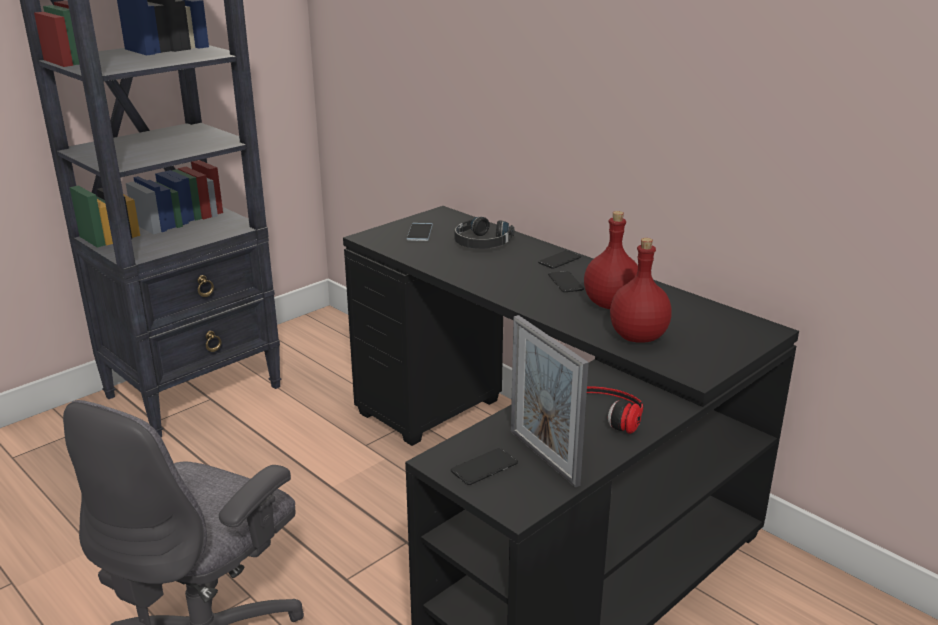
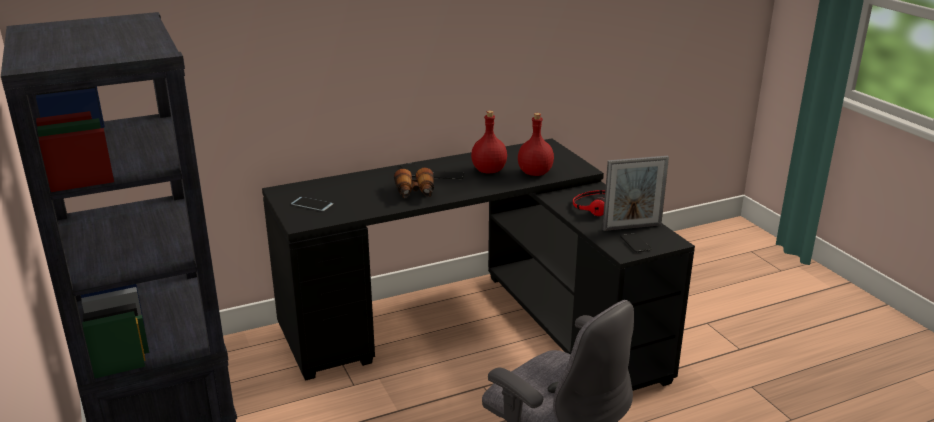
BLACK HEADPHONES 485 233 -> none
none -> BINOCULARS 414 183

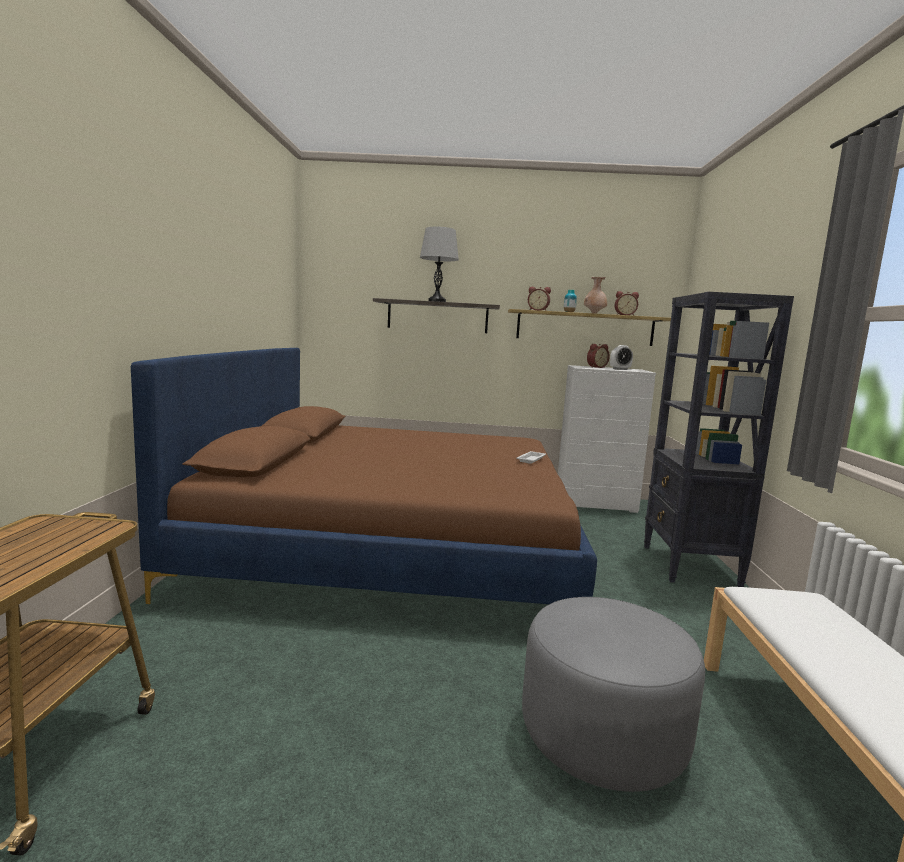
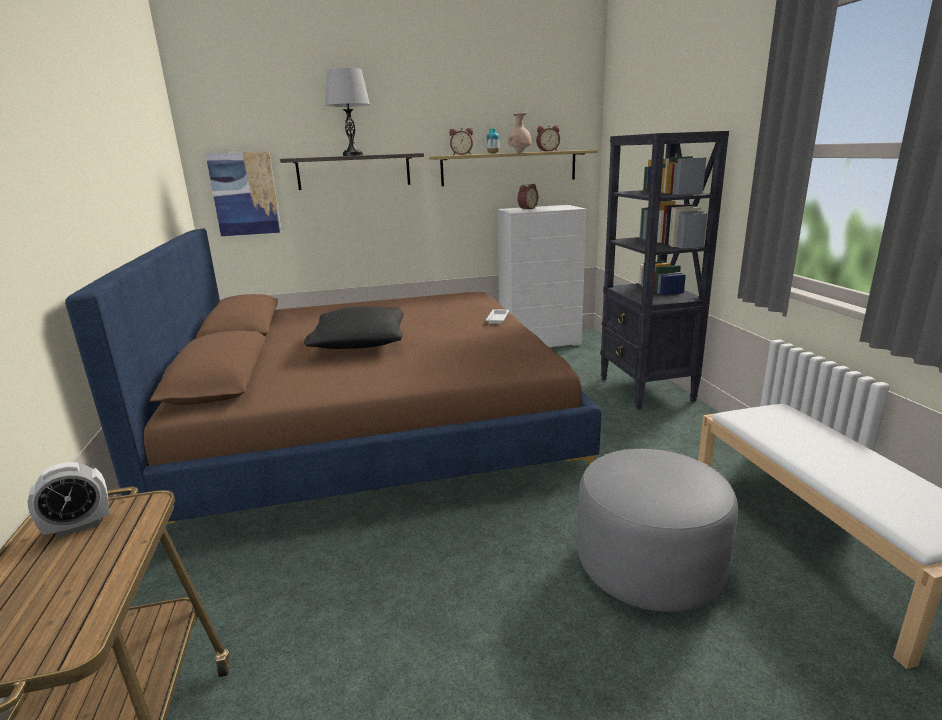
ALARM CLOCK 621 357 -> ALARM CLOCK 68 500, shifted
none -> PICTURE 243 193
none -> BLACK PILLOW 354 327

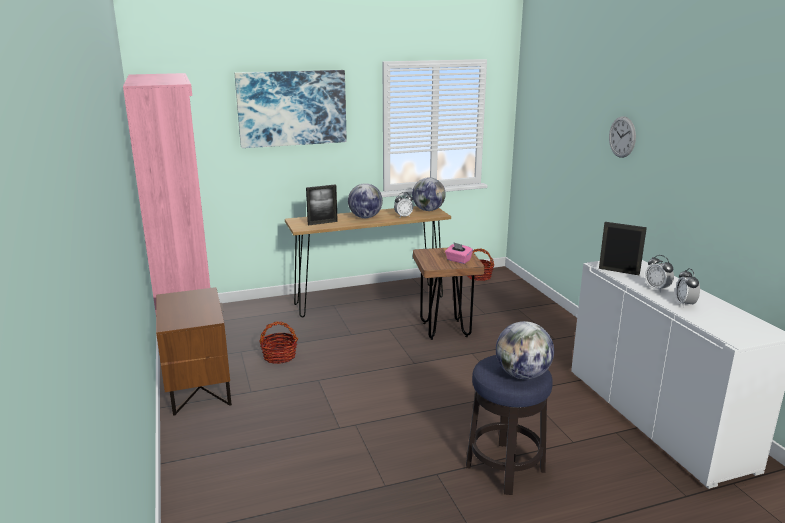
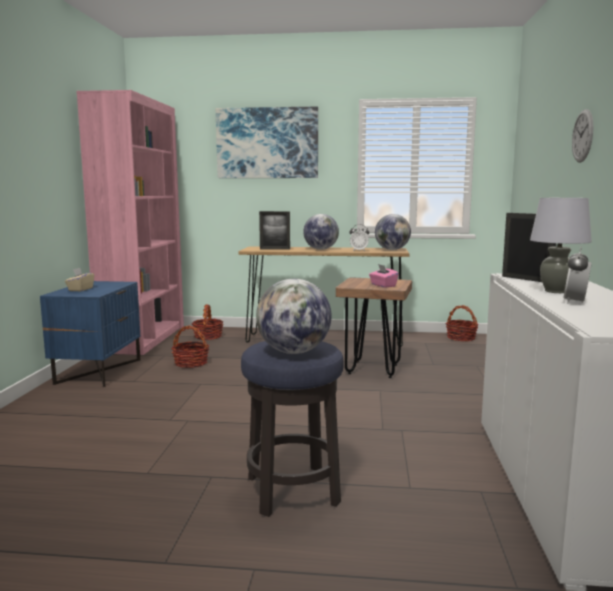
ALARM CLOCK 659 273 -> GREY TABLE LAMP 561 245
BROWN NIGHTSTAND 194 351 -> BLUE NIGHTSTAND 90 334
none -> BEIGE TISSUE BOX 79 279
none -> BASKET 208 322

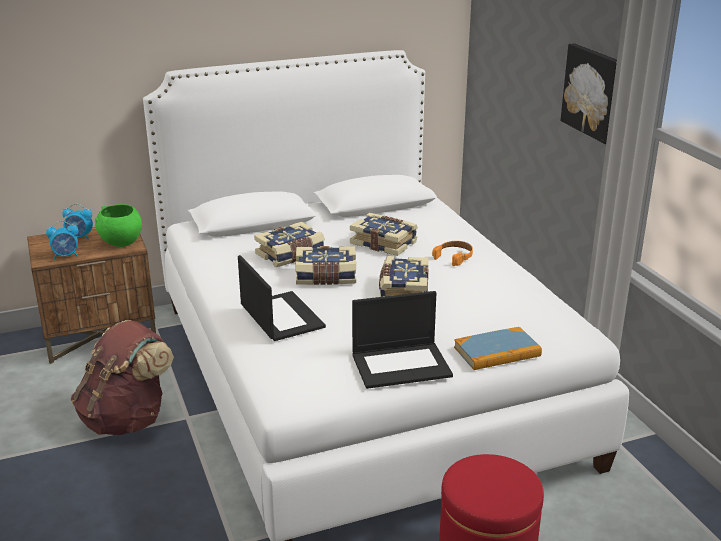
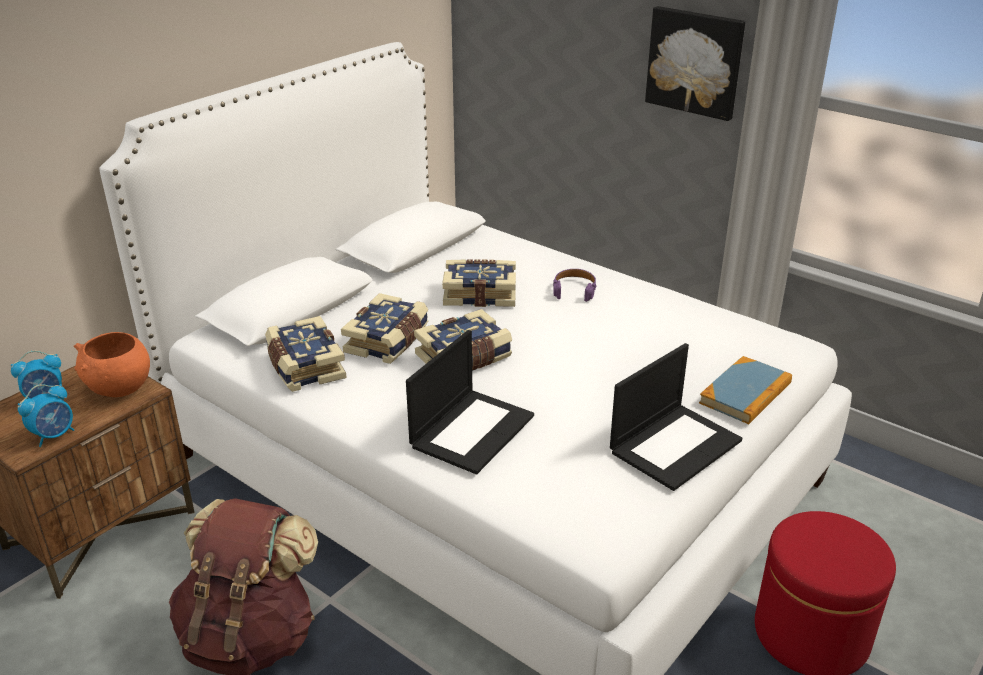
GREEN BOWL 118 225 -> ORANGE BOWL 112 364
ORANGE HEADPHONES 452 253 -> PURPLE HEADPHONES 575 285
LAPTOP 282 298 -> LAPTOP 470 402, 90 degrees clockwise
BOOK 404 276 -> BOOK 306 354, shifted

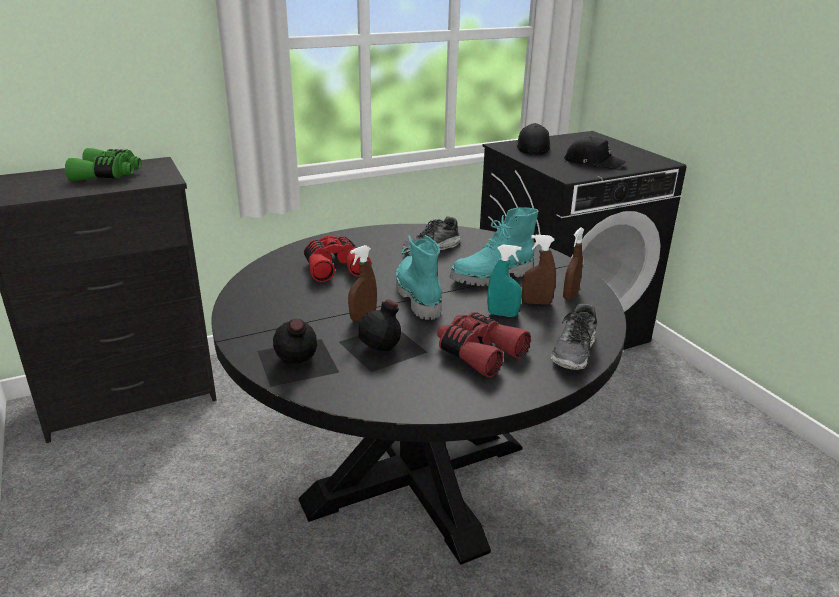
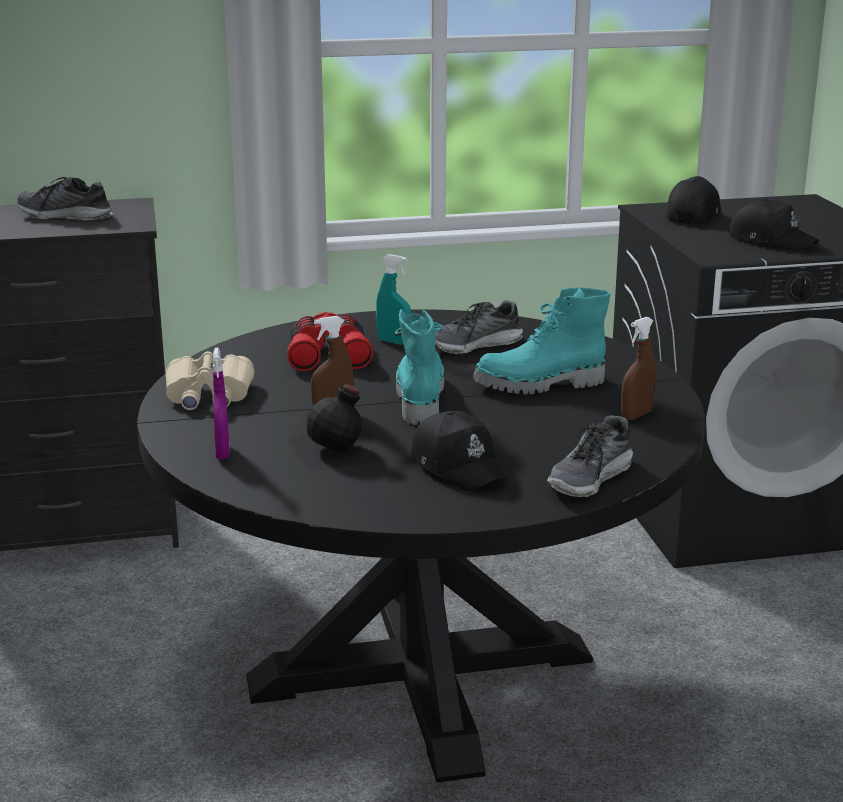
GREEN BINOCULARS 103 164 -> SHOE 64 199
BROWN SPRAY BOTTLE 539 270 -> none
TURQUOISE SPRAY BOTTLE 504 280 -> TURQUOISE SPRAY BOTTLE 394 299, shifted
RED BINOCULARS 484 345 -> BLACK CAP 459 451
BLACK BOTTLE 298 353 -> PURPLE SPRAY BOTTLE 221 403
none -> BEIGE BINOCULARS 210 380

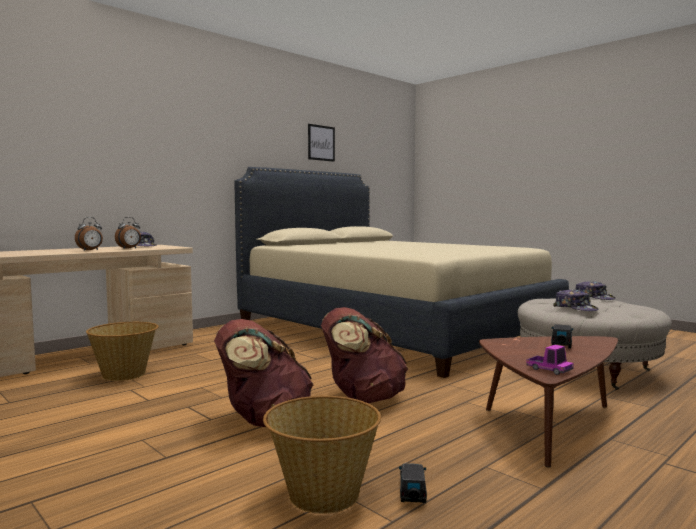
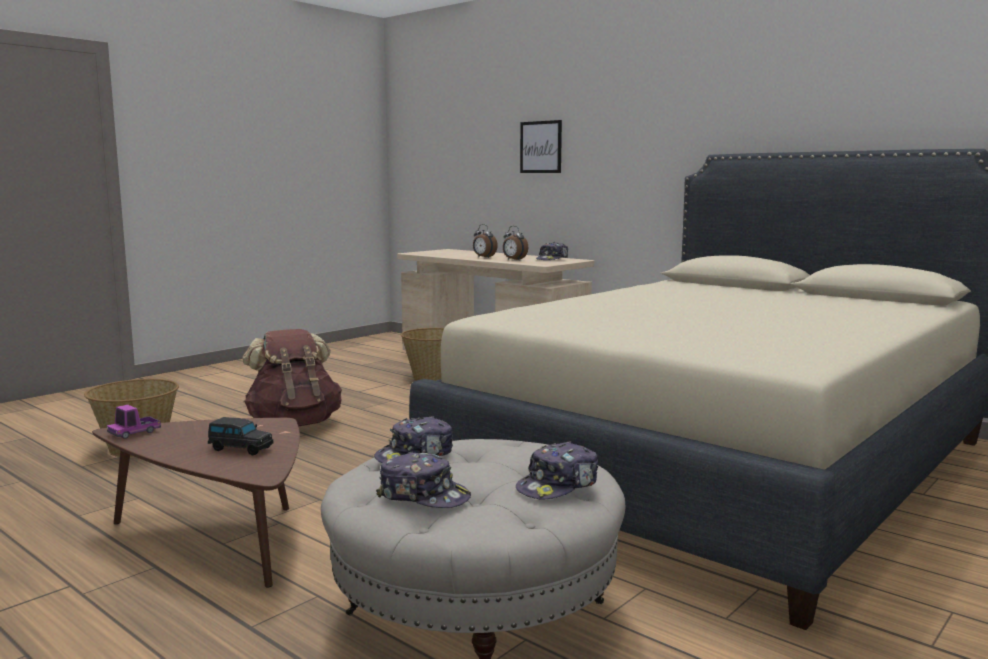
PICTURE 321 143 -> PICTURE 541 146, shifted
BROWN BACKPACK 364 355 -> none
BLACK TOY CAR 413 483 -> none
none -> CAP 423 480

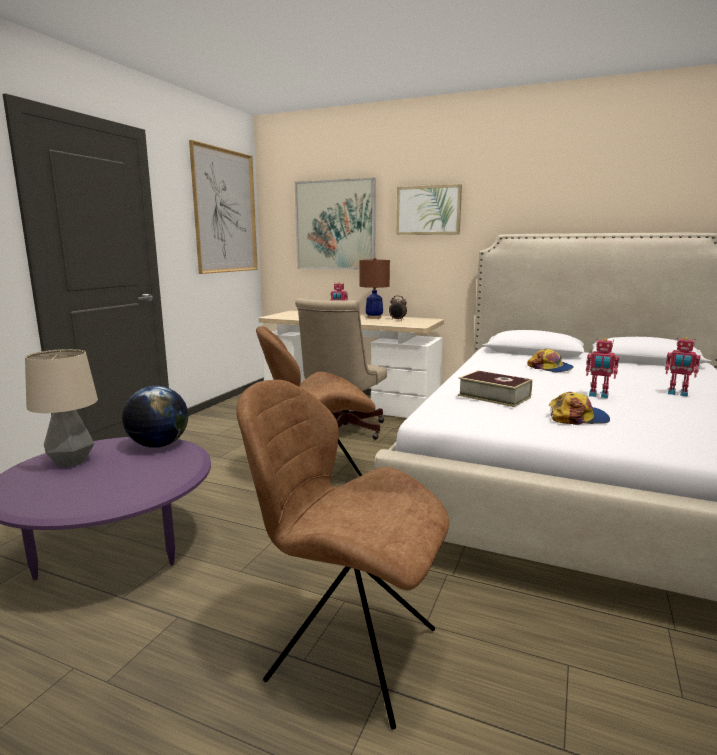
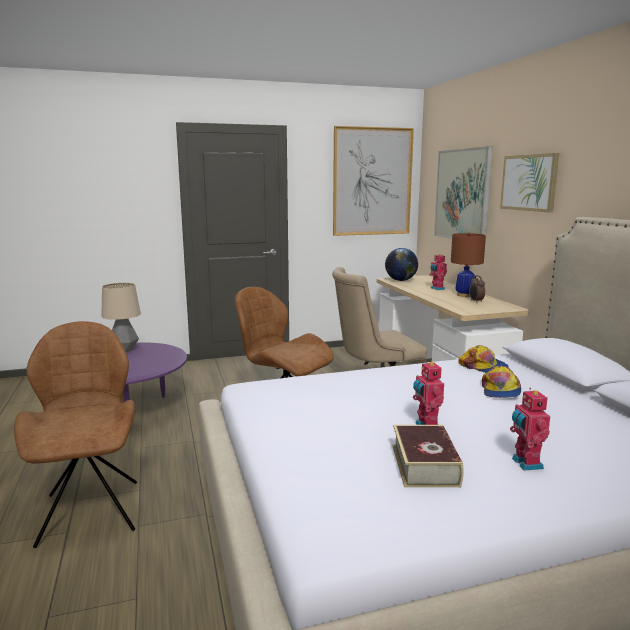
BOOK 495 388 -> BOOK 428 456, shifted
GLOBE 155 417 -> GLOBE 401 264, shifted
CAP 579 408 -> CAP 483 359, shifted

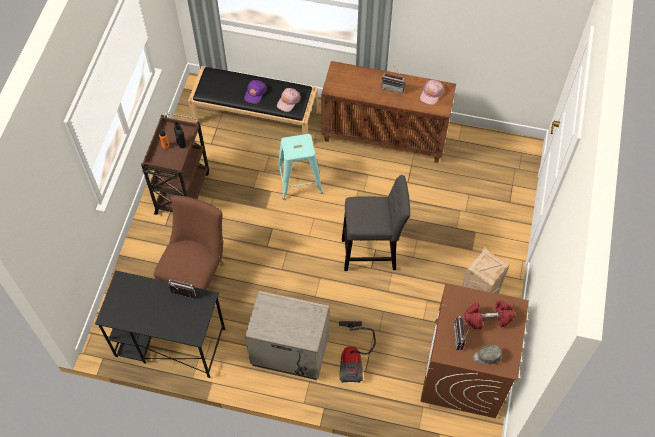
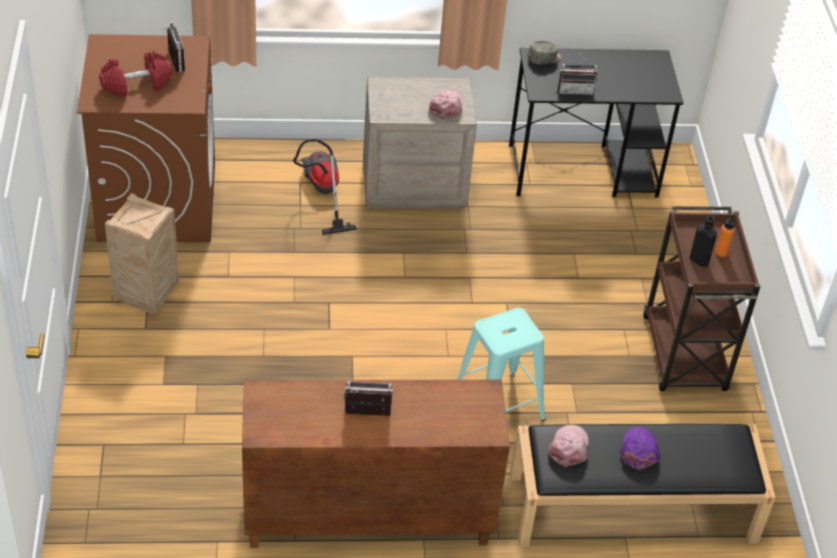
PINK CAP 432 92 -> PINK CAP 446 105, shifted
GREY STOOL 376 223 -> none
BROWN CHAIR 189 243 -> none
GREY CAP 487 354 -> GREY CAP 545 53, shifted

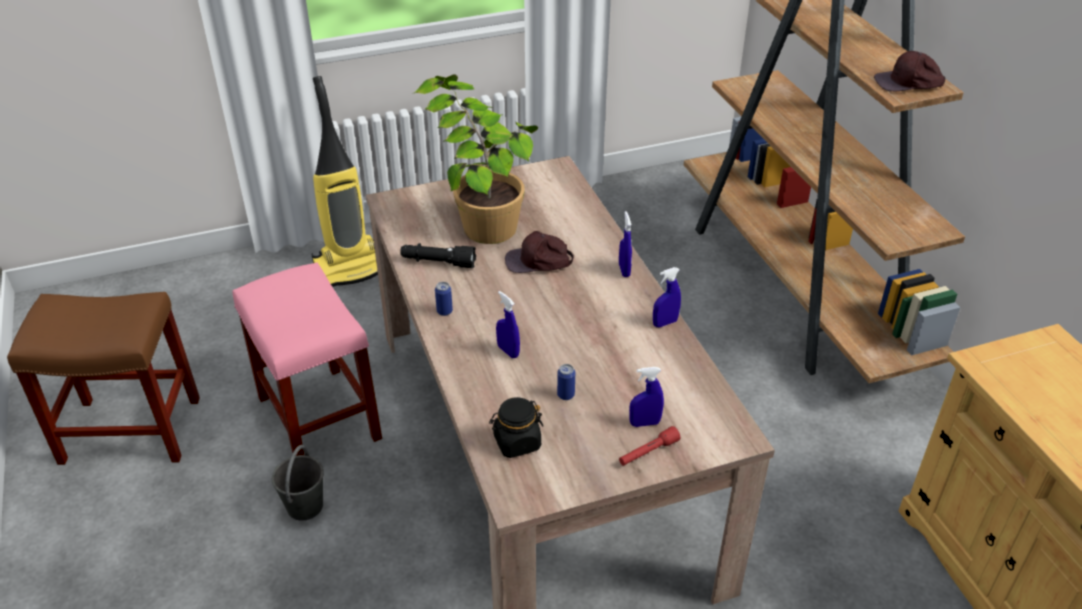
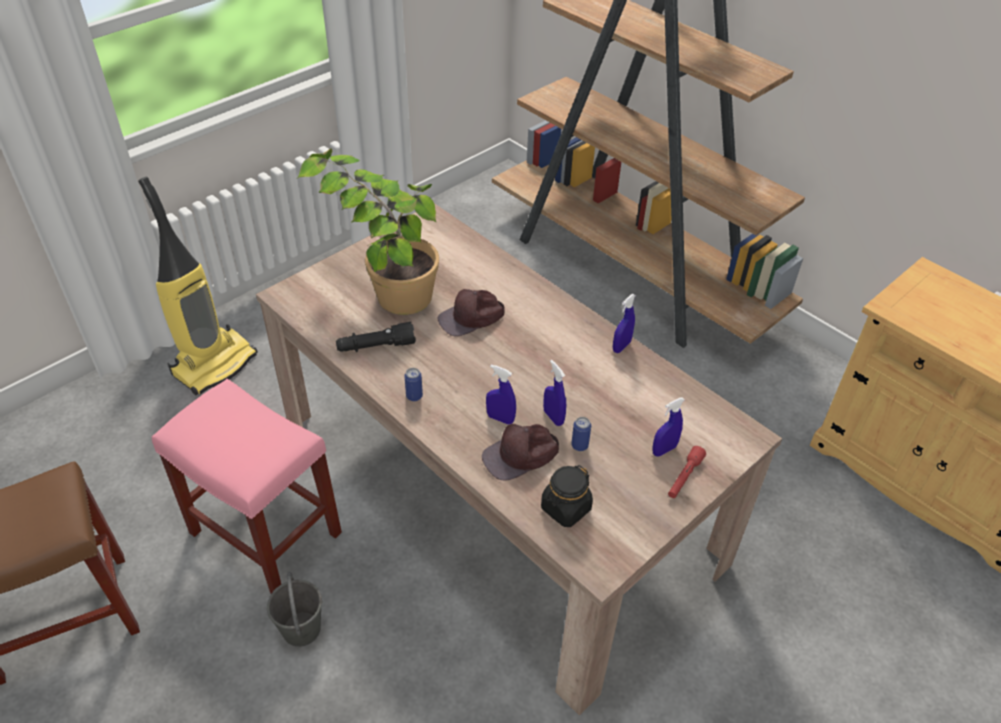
BROWN CAP 909 71 -> BROWN CAP 520 452, shifted
BLUE SPRAY BOTTLE 625 244 -> BLUE SPRAY BOTTLE 554 393, shifted

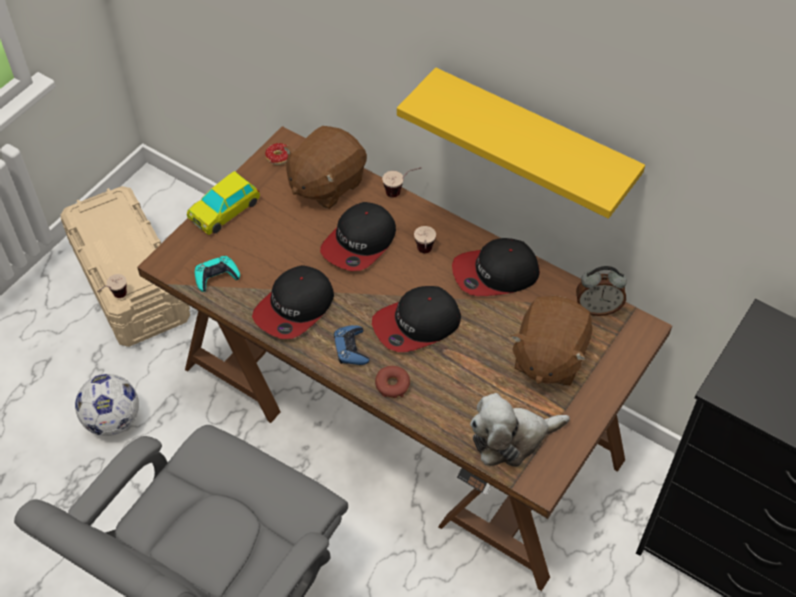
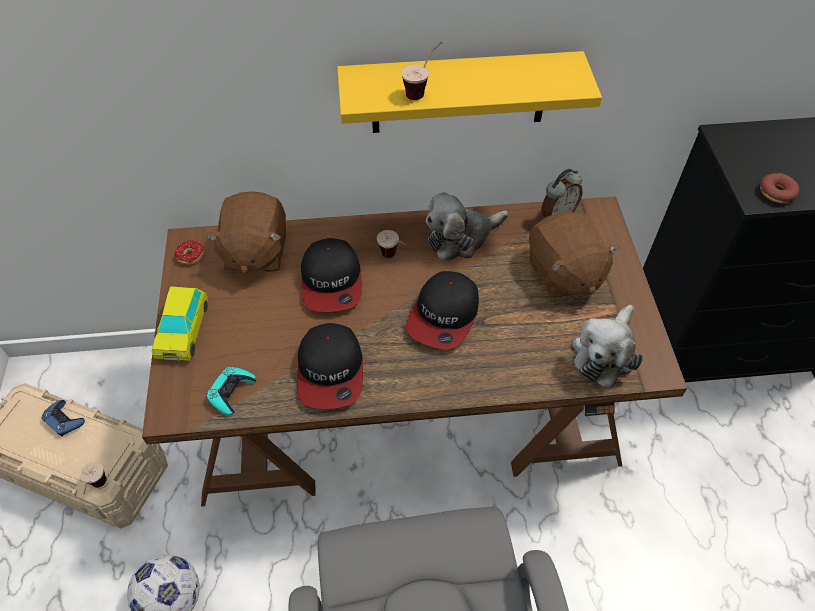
CUP 401 182 -> CUP 422 70, shifted
CAP 496 267 -> PLUSH TOY 467 226
BLUE GAME CONTROLLER 352 345 -> BLUE GAME CONTROLLER 63 418, shifted
DONUT 392 382 -> DONUT 779 188, shifted

